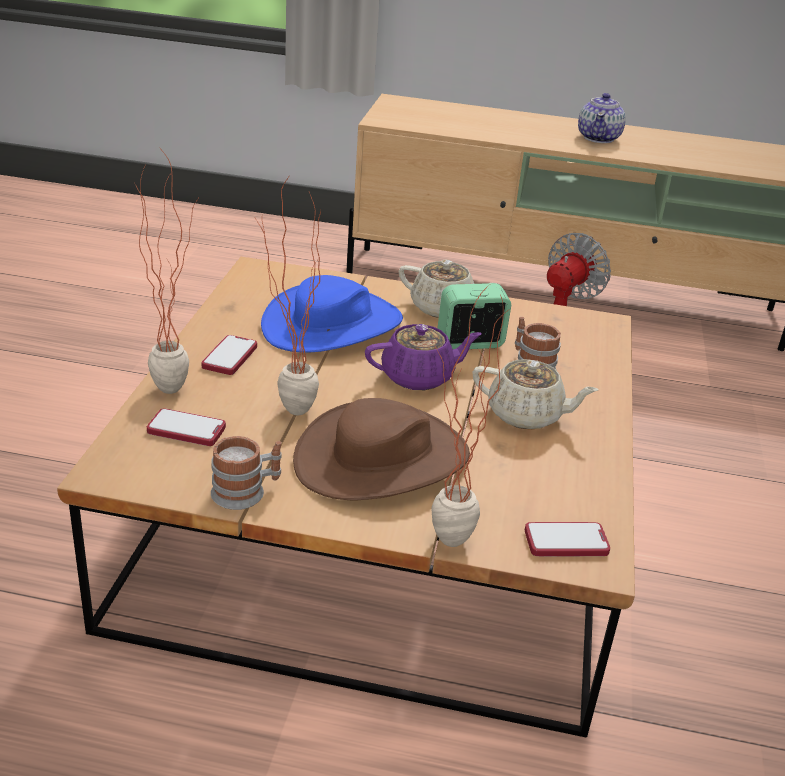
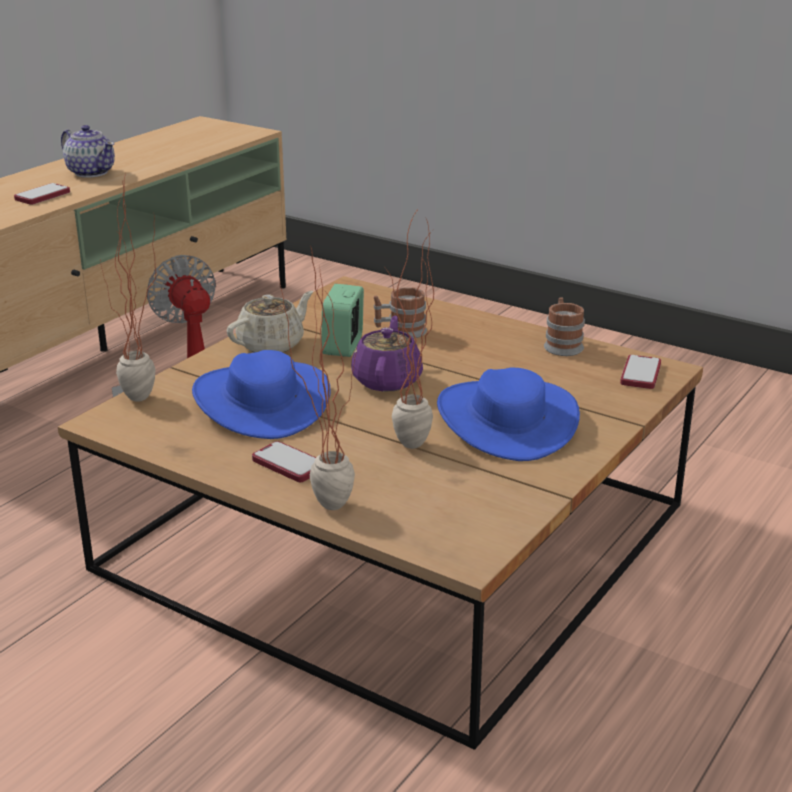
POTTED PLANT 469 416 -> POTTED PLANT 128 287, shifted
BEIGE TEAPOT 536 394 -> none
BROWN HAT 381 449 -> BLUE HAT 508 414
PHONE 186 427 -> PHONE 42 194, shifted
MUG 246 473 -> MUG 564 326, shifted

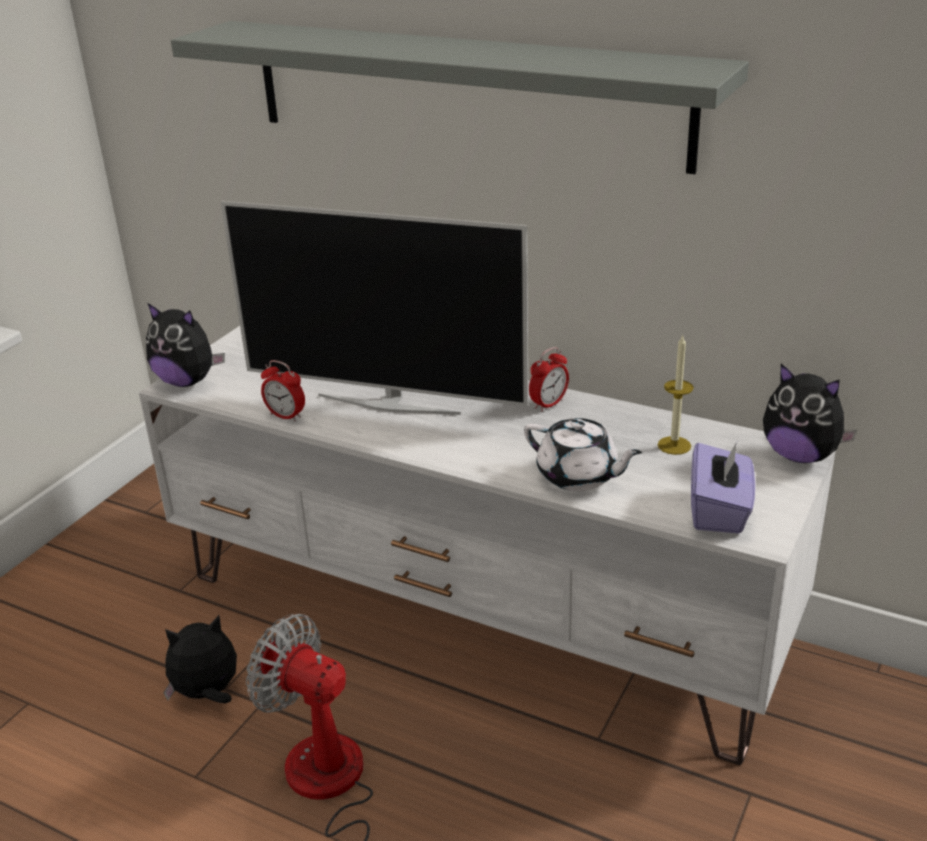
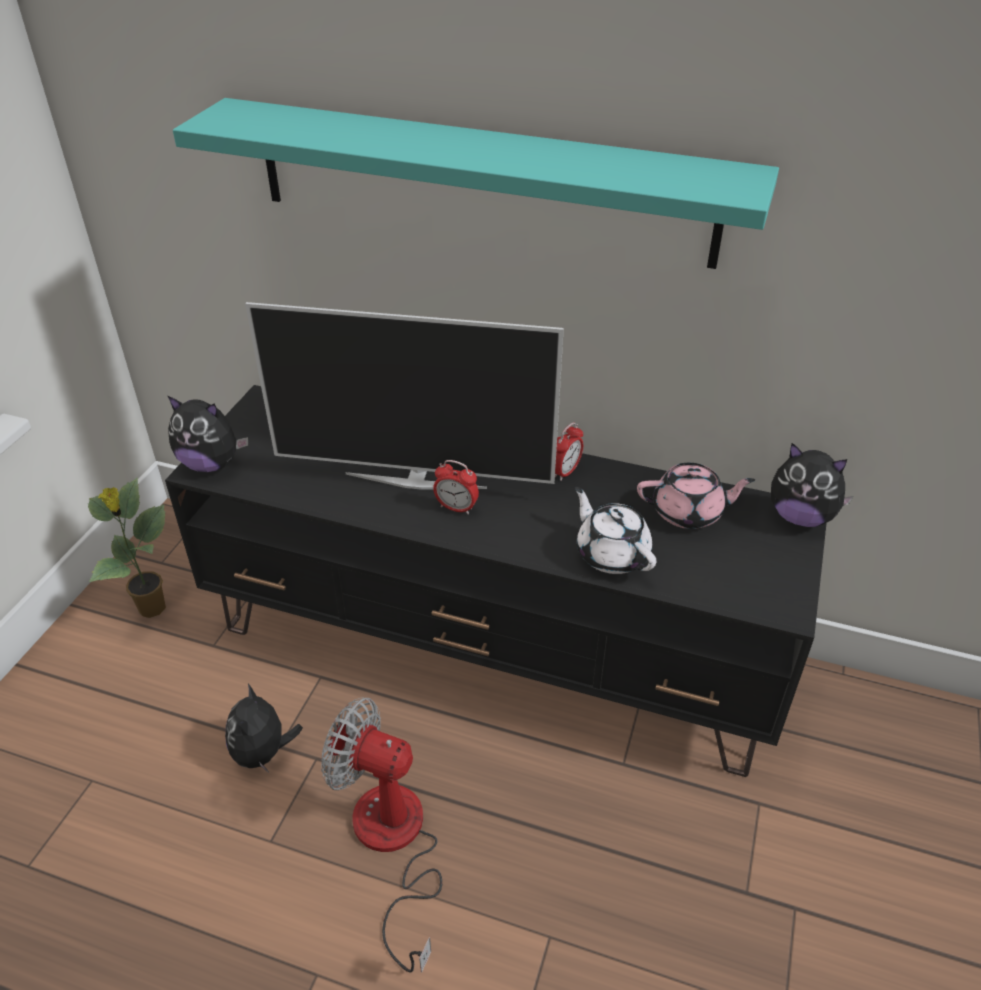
GREY SHELF 460 97 -> TURQUOISE SHELF 476 183
WHITE TV STAND 487 545 -> BLACK TV STAND 496 581
CANDLE 676 395 -> PINK TEAPOT 696 496
ALARM CLOCK 283 391 -> ALARM CLOCK 456 487, shifted
WHITE TEAPOT 583 454 -> WHITE TEAPOT 616 530, 150 degrees counterclockwise
PURPLE TISSUE BOX 723 488 -> none
PLUSH TOY 200 659 -> PLUSH TOY 264 729, 60 degrees counterclockwise
none -> POTTED PLANT 127 548

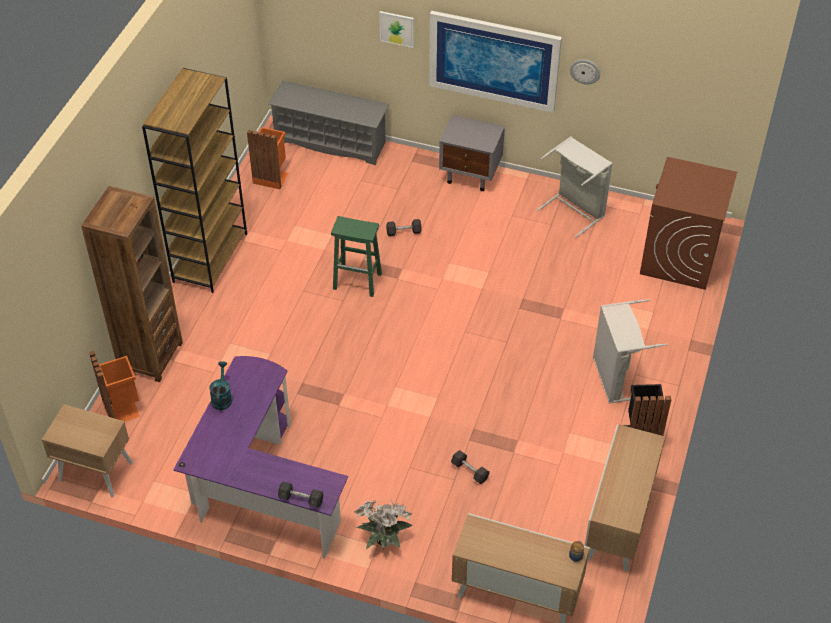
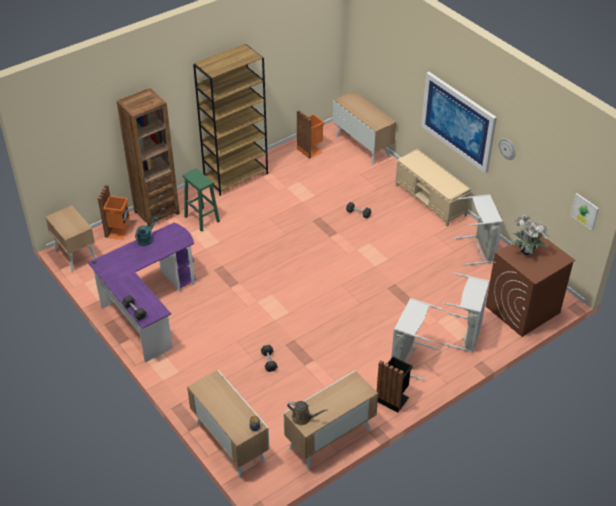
PICTURE 396 29 -> PICTURE 584 211, shifted
GREY SHOE RACK 329 123 -> CABINET 364 128
GREY NIGHTSTAND 472 153 -> BEIGE BENCH 433 188
GREEN STOOL 356 256 -> GREEN STOOL 201 200, shifted
POTTED PLANT 383 525 -> POTTED PLANT 530 235, shifted
none -> GREY LAUNDRY BASKET 463 313
none -> BROWN WATERING CAN 307 413

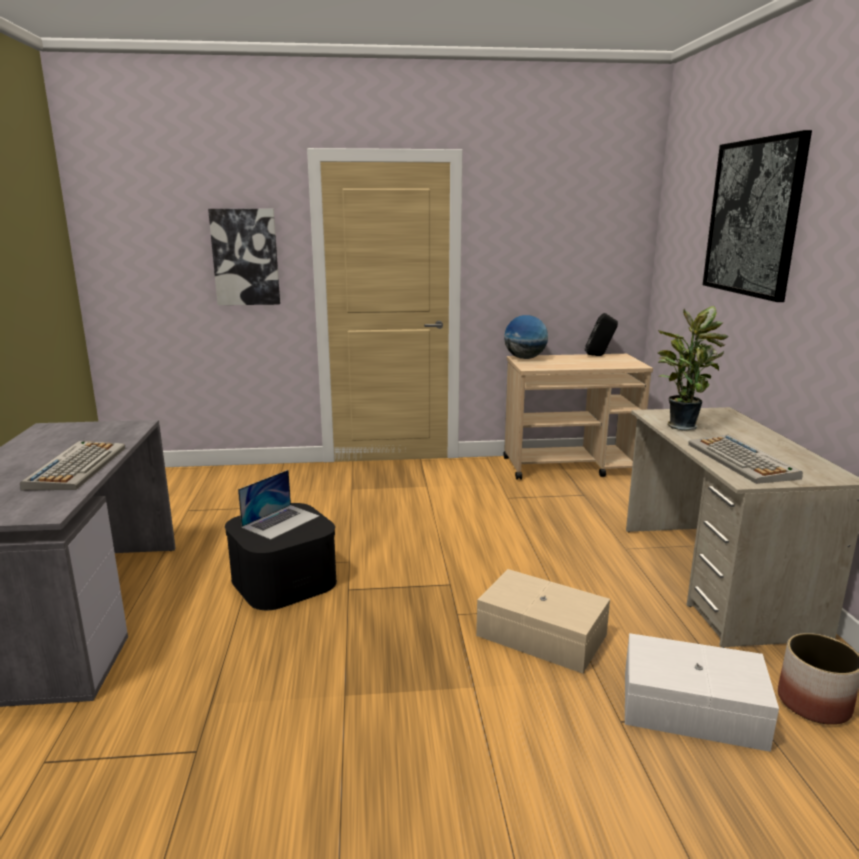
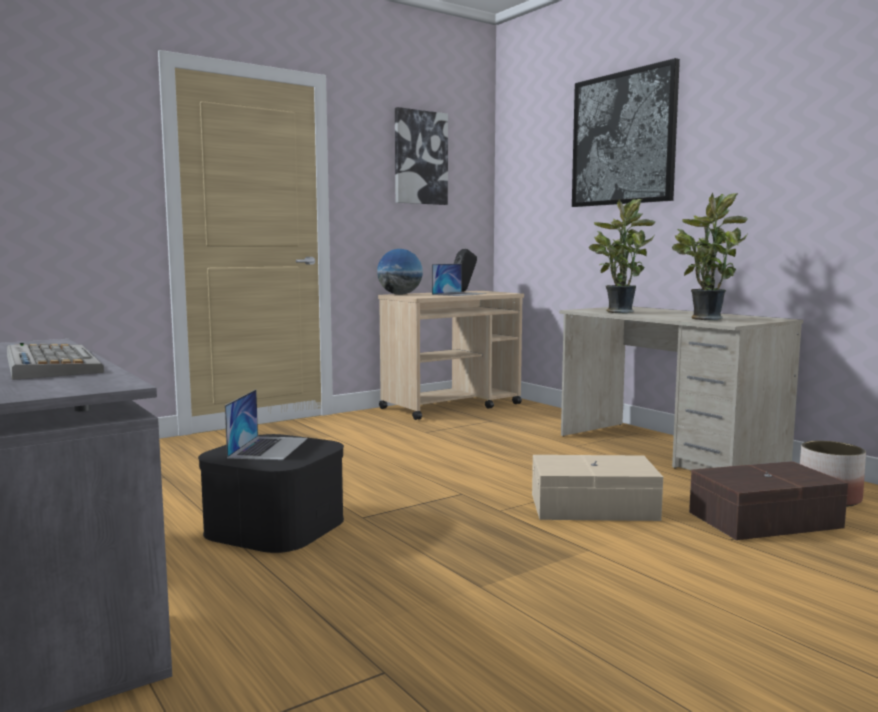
PICTURE 244 257 -> PICTURE 421 156, shifted
KEYBOARD 745 459 -> POTTED PLANT 710 256
WHITE STORAGE BOX 702 692 -> BROWN STORAGE BOX 768 500
none -> LAPTOP 459 280

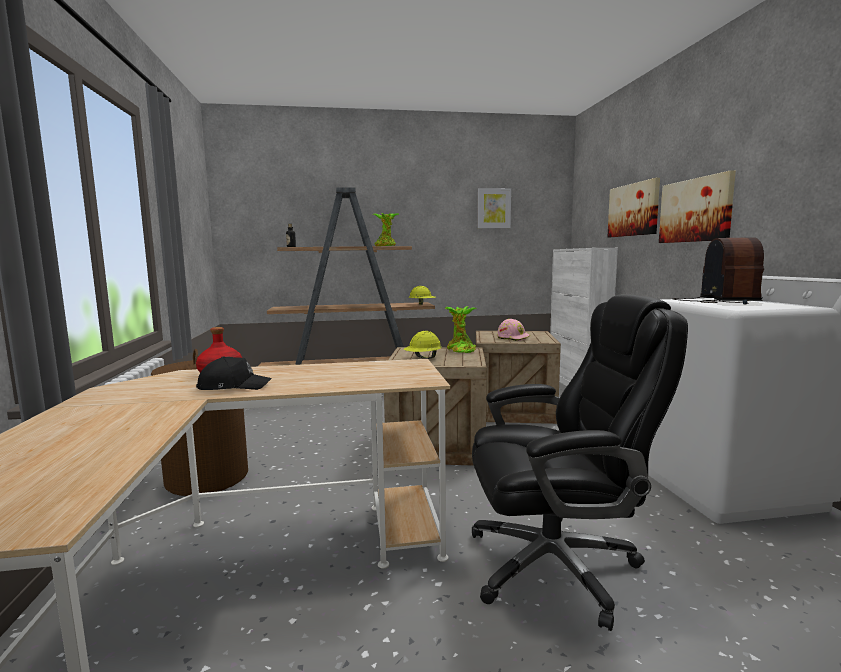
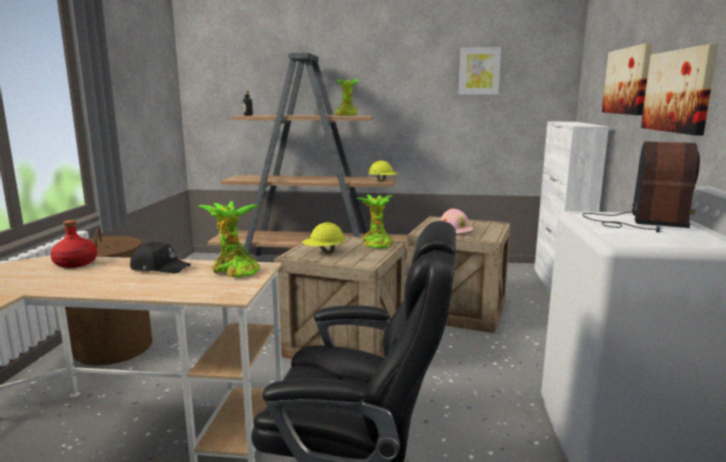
BLACK CAP 234 373 -> BLACK CAP 160 258, shifted
none -> POTTED PLANT 228 239

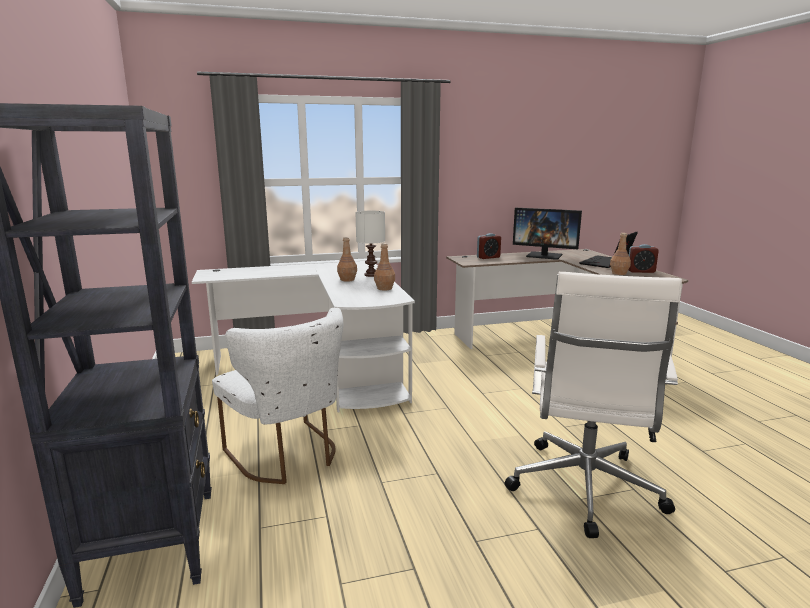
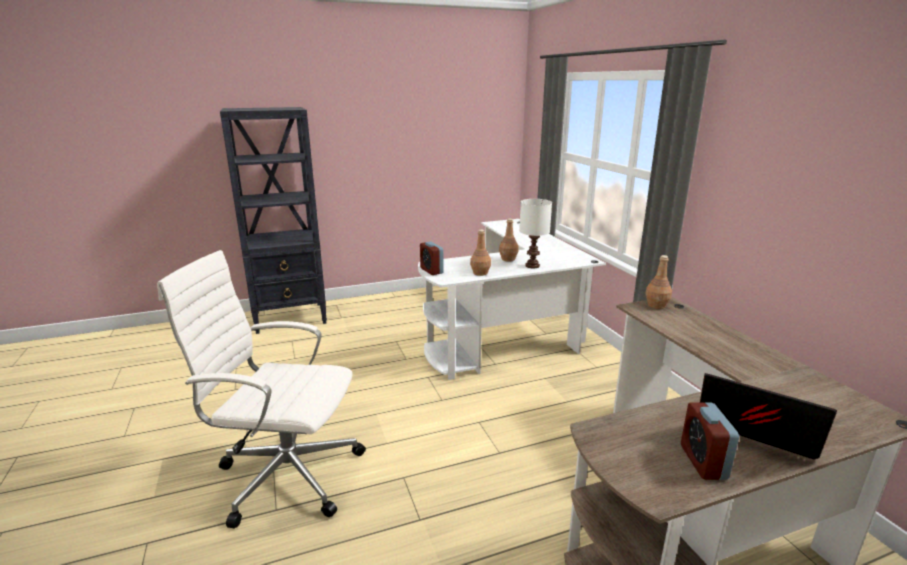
MONITOR 547 234 -> none
ALARM CLOCK 489 246 -> ALARM CLOCK 432 258, shifted
BROWN BOTTLE 620 254 -> BROWN BOTTLE 658 282, shifted
WHITE CHAIR 277 395 -> none

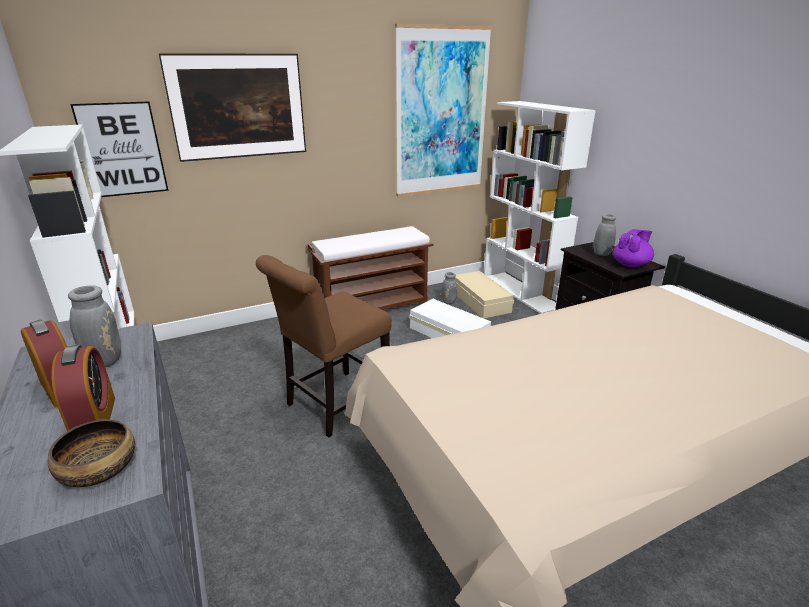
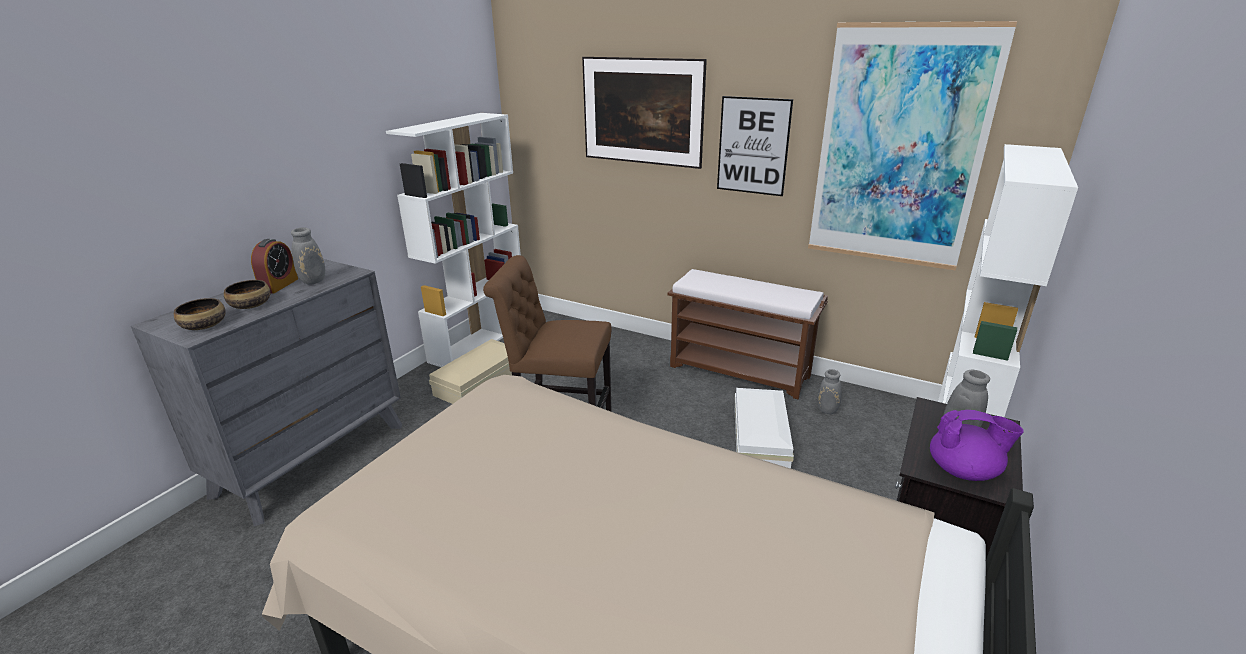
PICTURE 119 149 -> PICTURE 755 146, shifted
BEIGE STORAGE BOX 484 294 -> BEIGE STORAGE BOX 470 371, shifted
ALARM CLOCK 83 387 -> BOWL 247 294

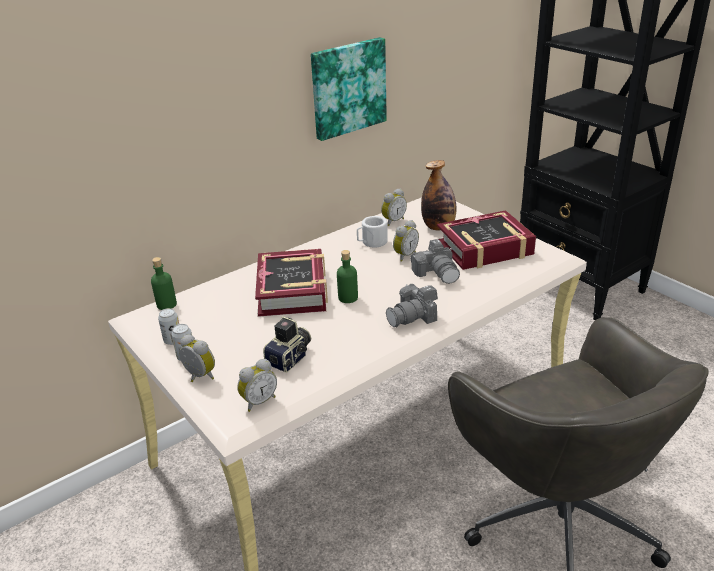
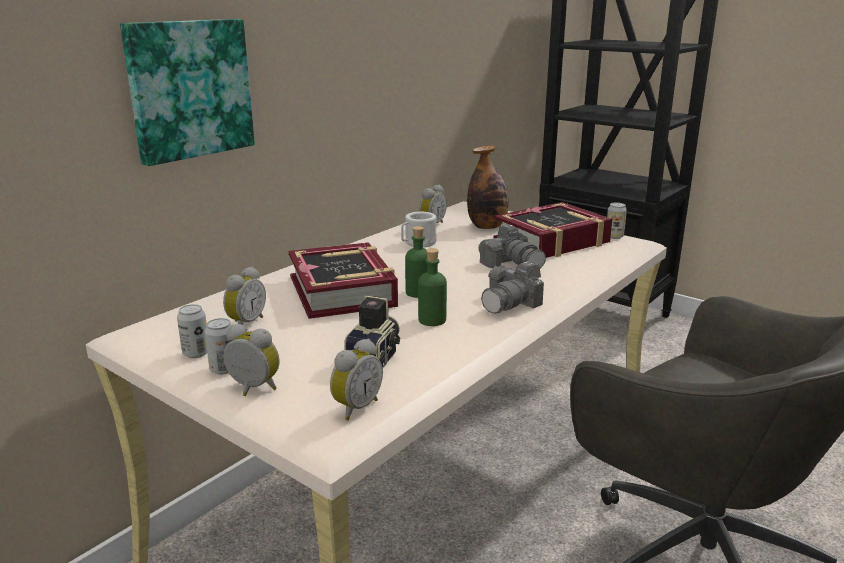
PICTURE 349 89 -> PICTURE 187 92, shifted
ALARM CLOCK 406 241 -> ALARM CLOCK 244 295, shifted
GREEN BOTTLE 164 283 -> GREEN BOTTLE 432 287, shifted
none -> CAN 617 221

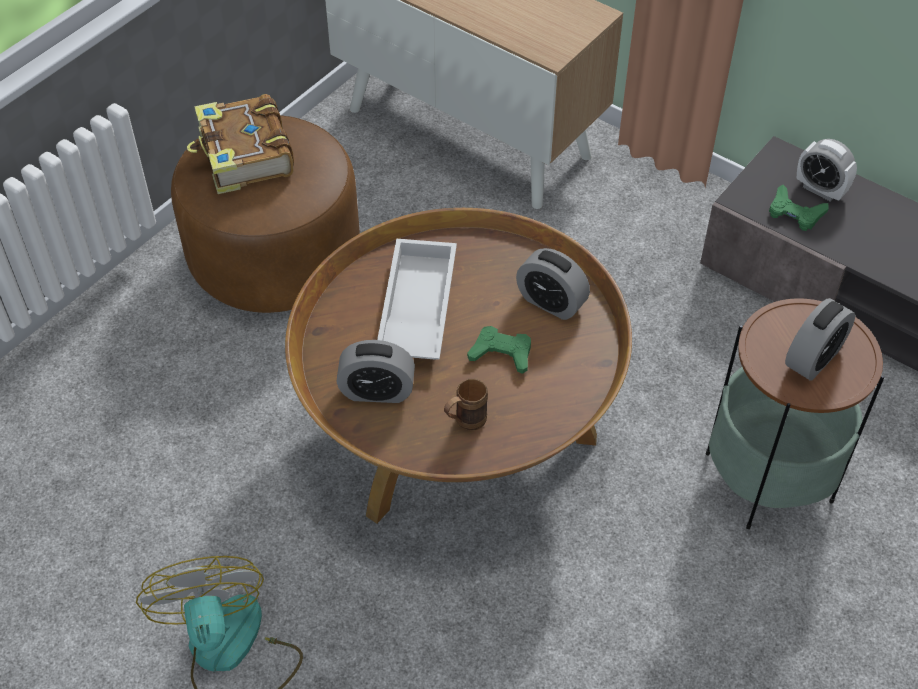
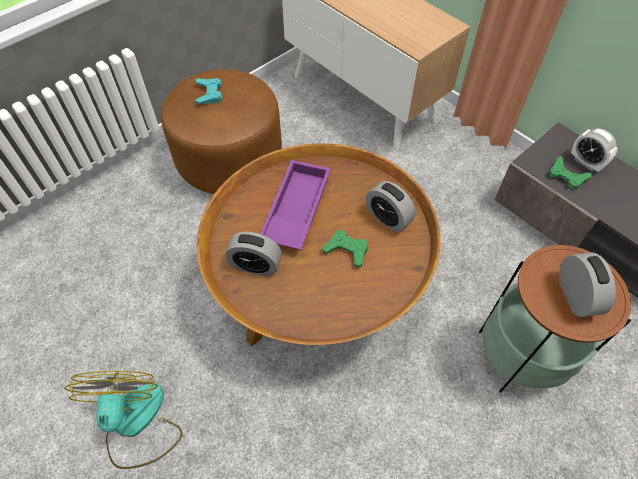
BOOK 240 144 -> TURQUOISE GAME CONTROLLER 208 91
WHITE TRAY 417 299 -> PURPLE TRAY 295 205
ALARM CLOCK 820 339 -> ALARM CLOCK 587 284, 60 degrees counterclockwise
BROWN MUG 466 405 -> none

